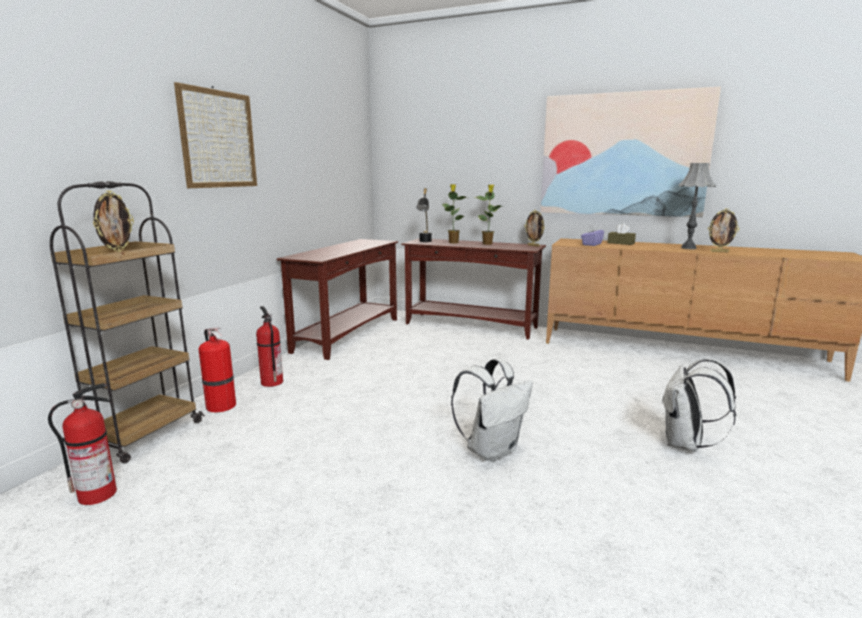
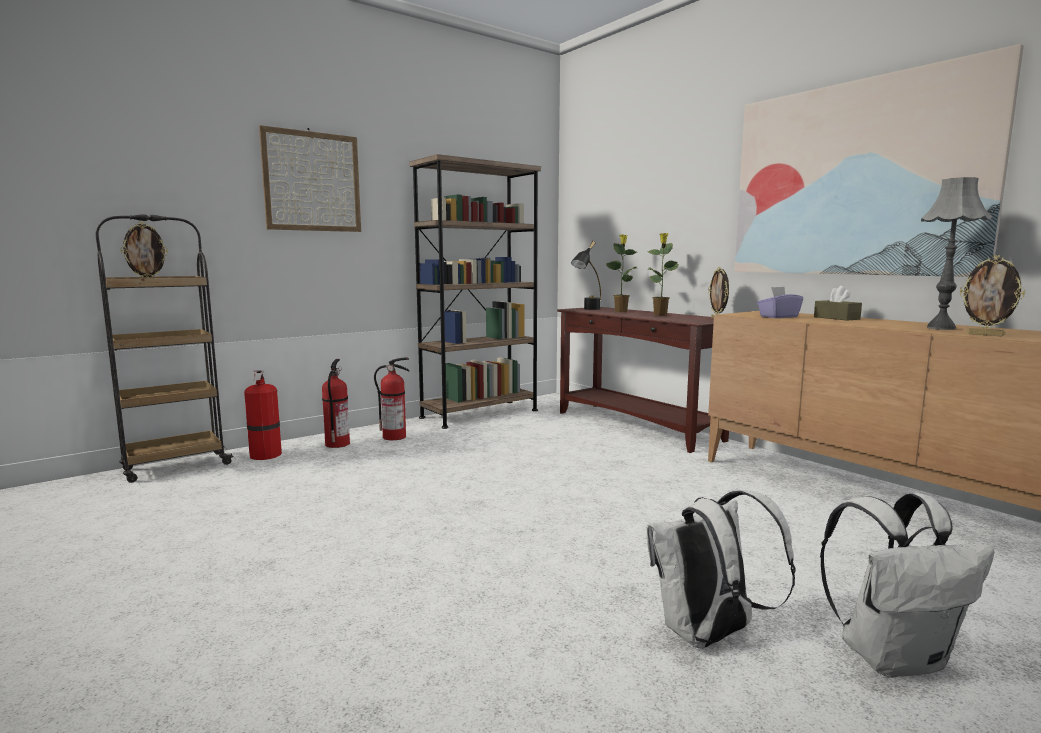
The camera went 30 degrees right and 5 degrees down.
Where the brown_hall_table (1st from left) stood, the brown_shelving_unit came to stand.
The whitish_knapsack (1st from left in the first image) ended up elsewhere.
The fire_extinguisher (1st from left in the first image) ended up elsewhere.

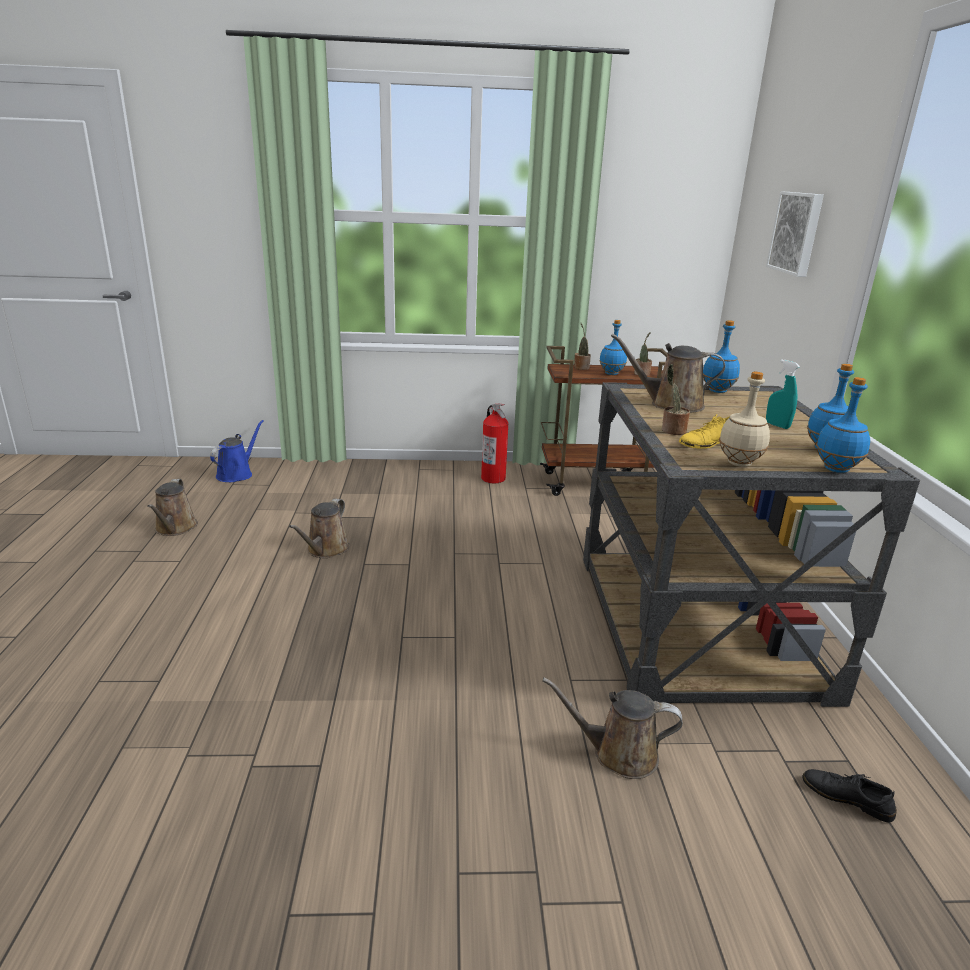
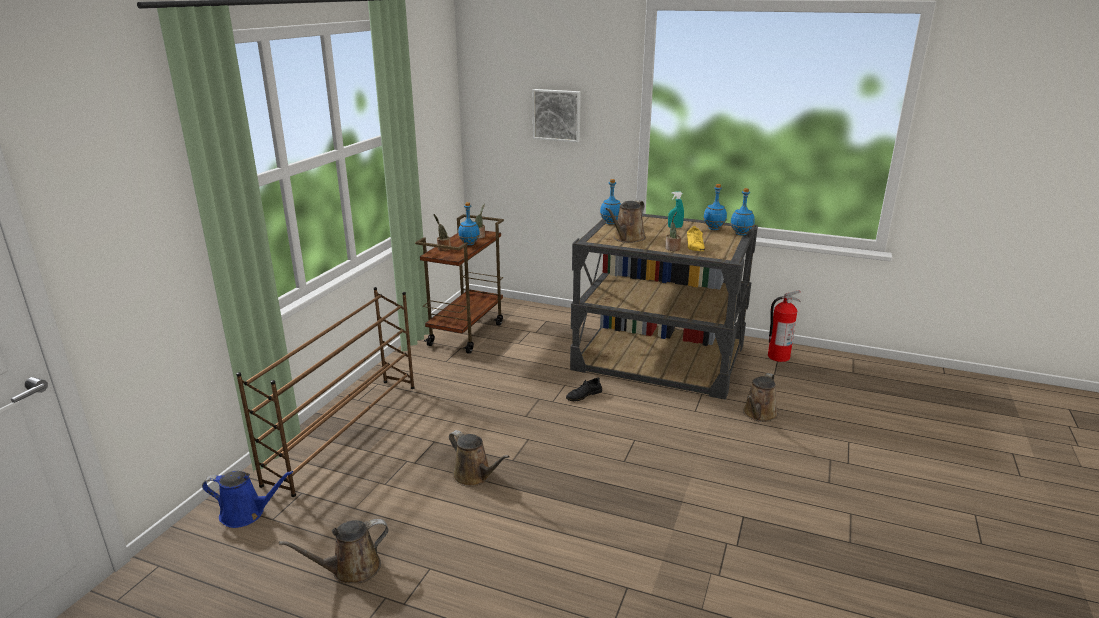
The camera went 65 degrees left and 0 degrees up.
The second view lost the sand-coloured_beverage_bottle.
The fire_extinguisher ended up elsewhere.
The blue_watering_pot ended up facing another way, 135 degrees clockwise from before.
The brown_watering_pot (1st from left) ended up facing another way, 135 degrees clockwise from before.
The blackish_shoe ended up elsewhere.
The second view gained the brown_shoe_rack.

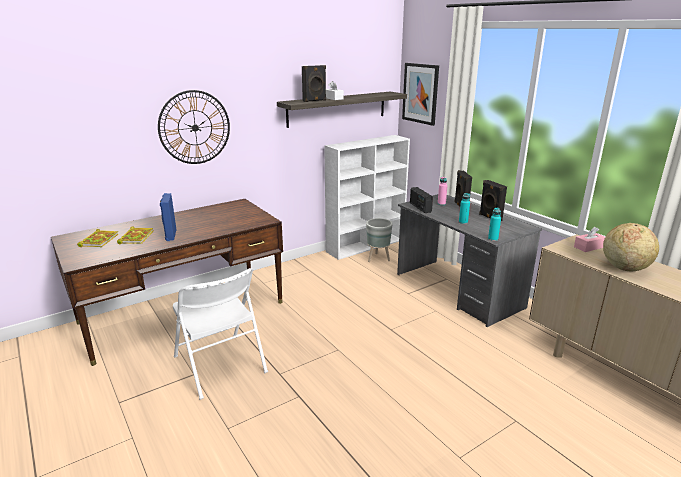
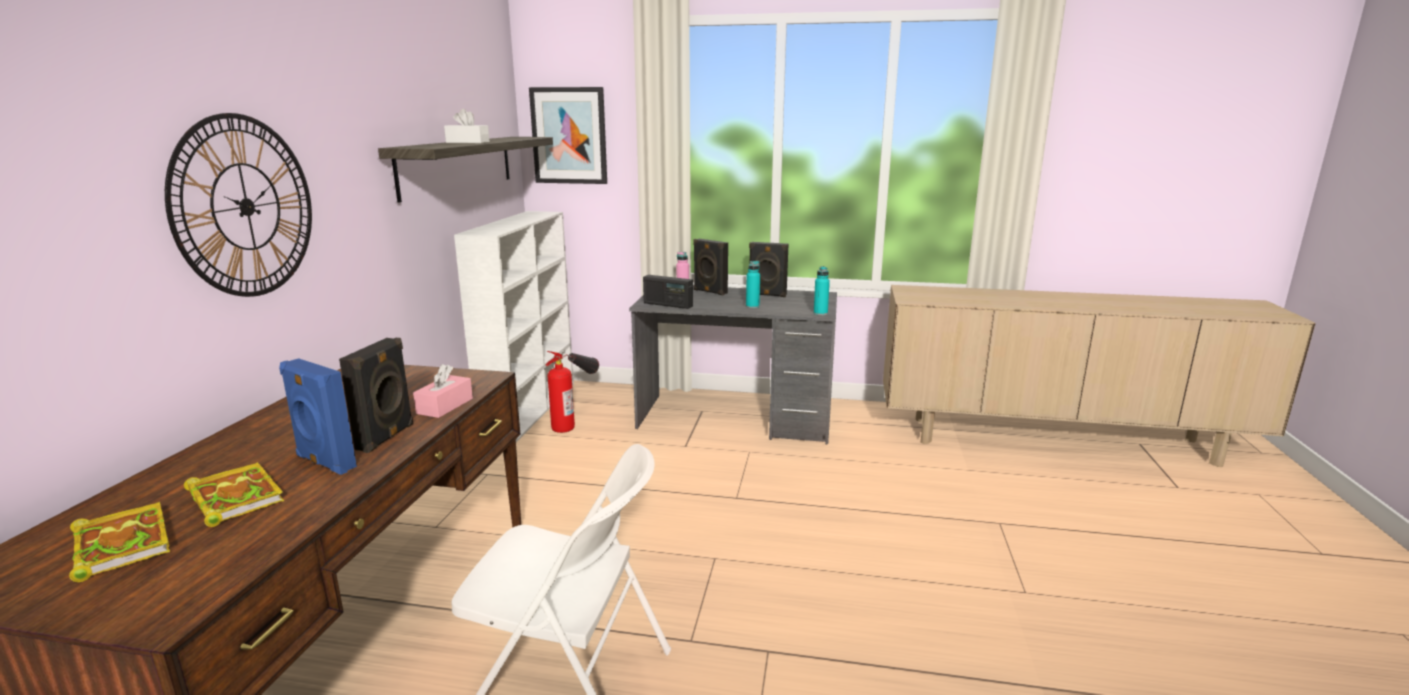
The camera went 45 degrees left and 5 degrees down.
The blackish_loudspeaker (1st from left) ended up elsewhere.
Where the gray_plant_pot stood, the fire_extinguisher came to stand.
The second view lost the globe.
The pinkish_tissue_holder ended up elsewhere.

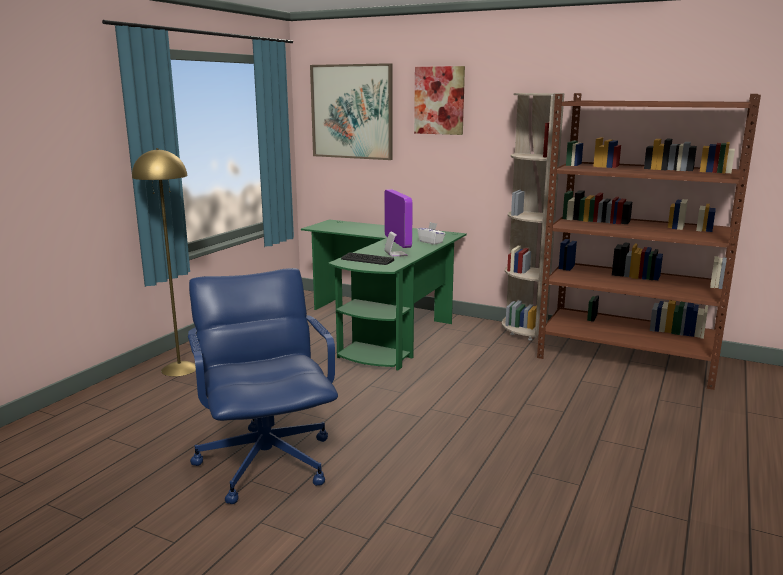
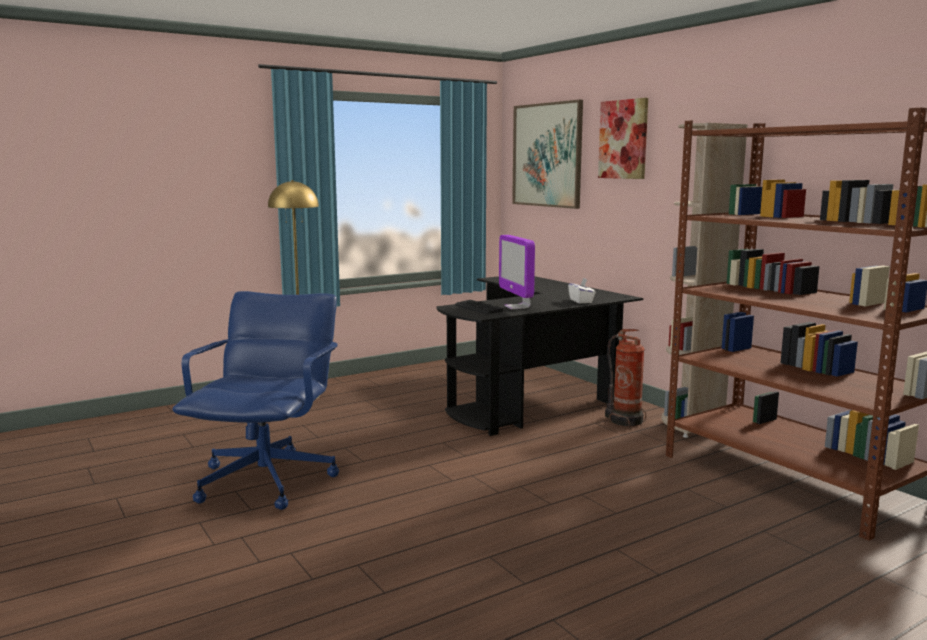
The camera went 30 degrees right and 5 degrees down.
The monitor ended up facing another way, 150 degrees clockwise from before.
What was the greenish_desk_table turned into the blackish_desk_table.
The second view gained the fire_extinguisher.

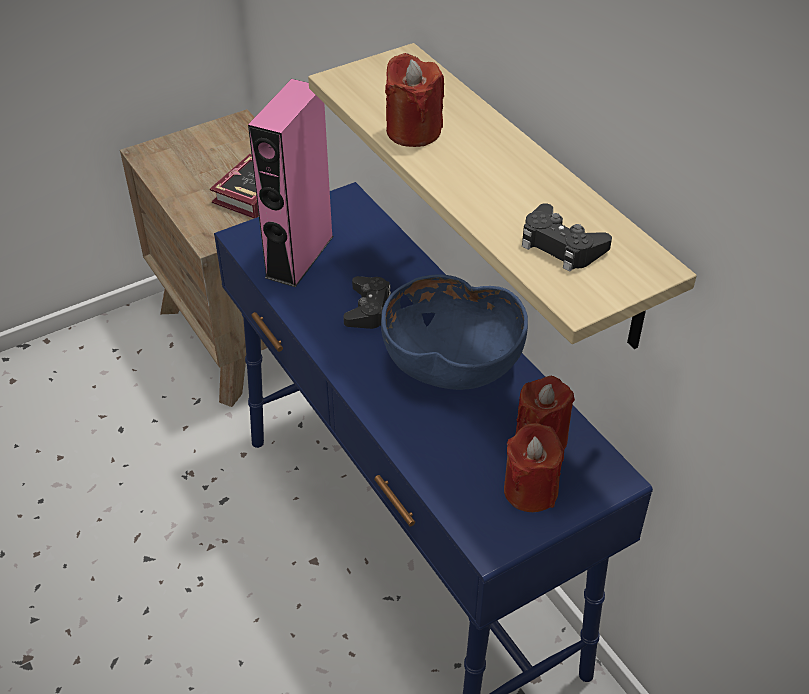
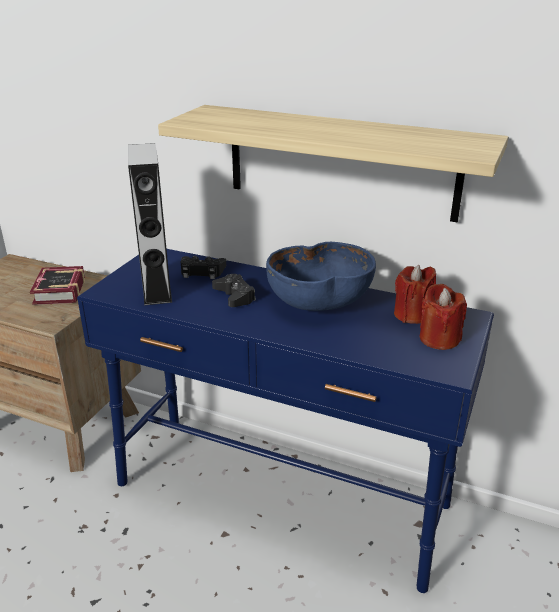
The camera went 35 degrees left and 15 degrees down.
The second view lost the red_candle (1st from left).
What was the pinkish_loudspeaker turned into the gray_loudspeaker.
The blackish_joypad (2nd from left in the first image) ended up elsewhere.

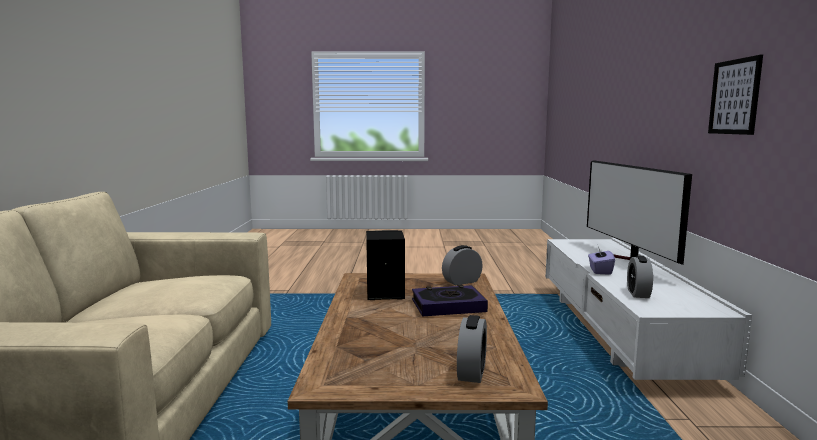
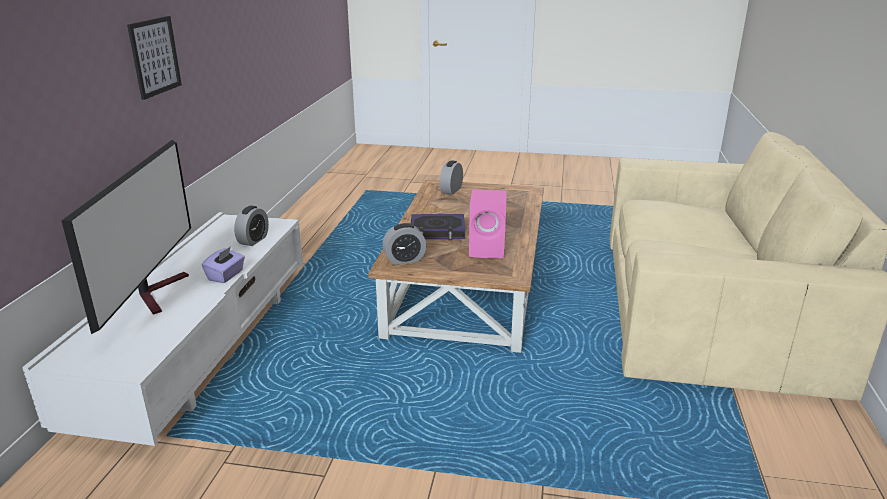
The camera went 170 degrees left and 15 degrees up.
What was the blackish_loudspeaker turned into the pinkish_loudspeaker.

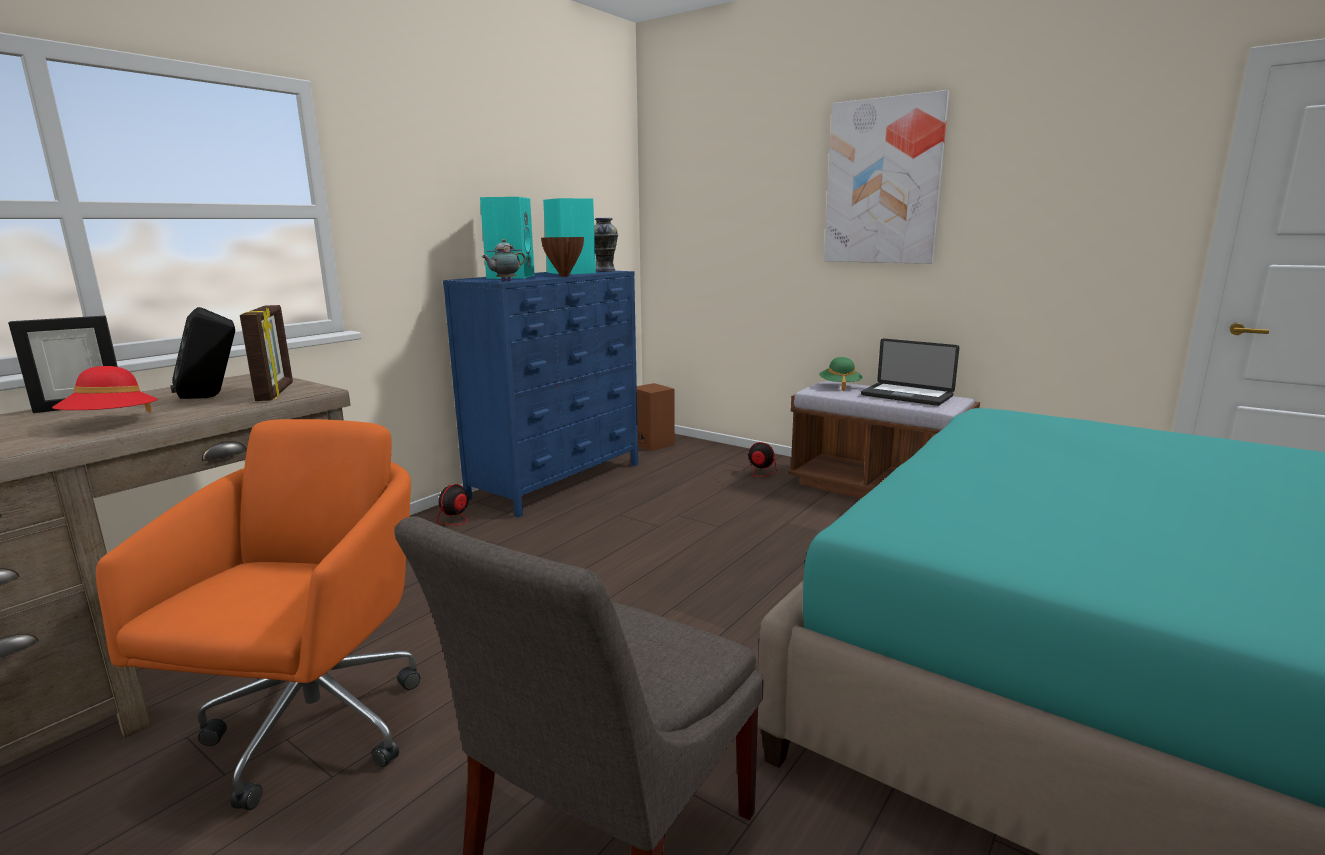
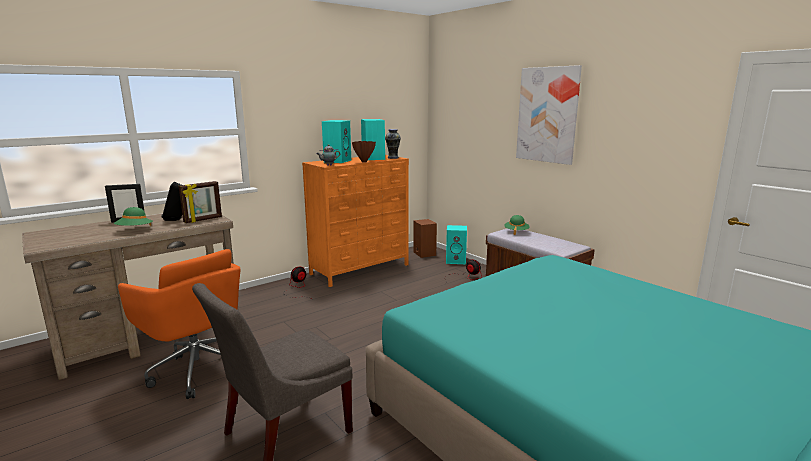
The camera went 15 degrees right and 0 degrees up.
What was the blue_drawer_chest turned into the orange_drawer_chest.
The picture_frame (2nd from left) ended up facing another way, 45 degrees clockwise from before.
The second view lost the notebook_computer.
What was the red_wearable_hat turned into the greenish_wearable_hat (1st from left).
The orange_office_chair ended up facing another way, 105 degrees clockwise from before.
The second view gained the turquoise-coloured_loudspeaker (3rd from left).

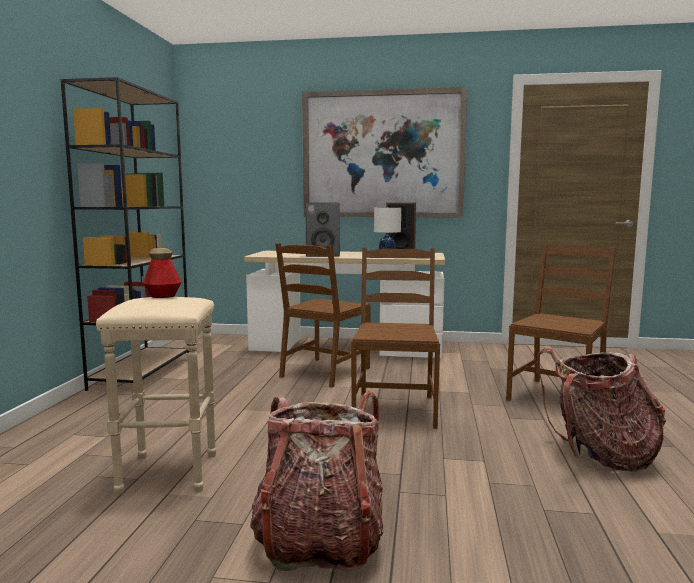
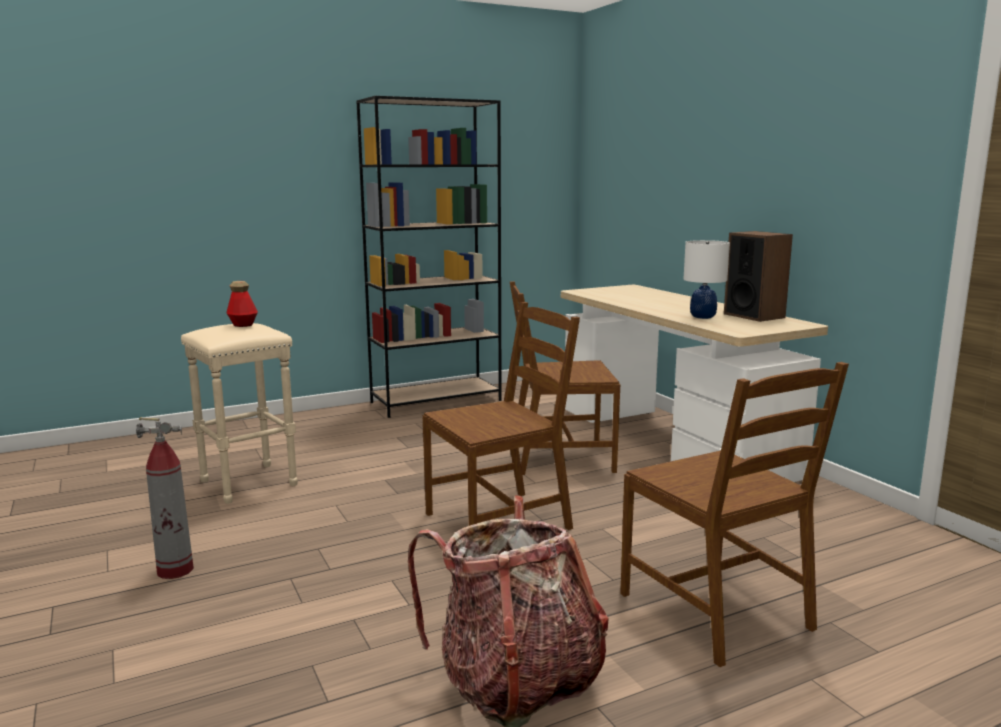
The camera went 55 degrees right and 5 degrees up.
The second view lost the wall_art.
The second view lost the loudspeaker (1st from left).
The brown_chair (3rd from left) ended up facing another way, 60 degrees clockwise from before.
Where the knapsack (1st from left) stood, the fire_extinguisher came to stand.

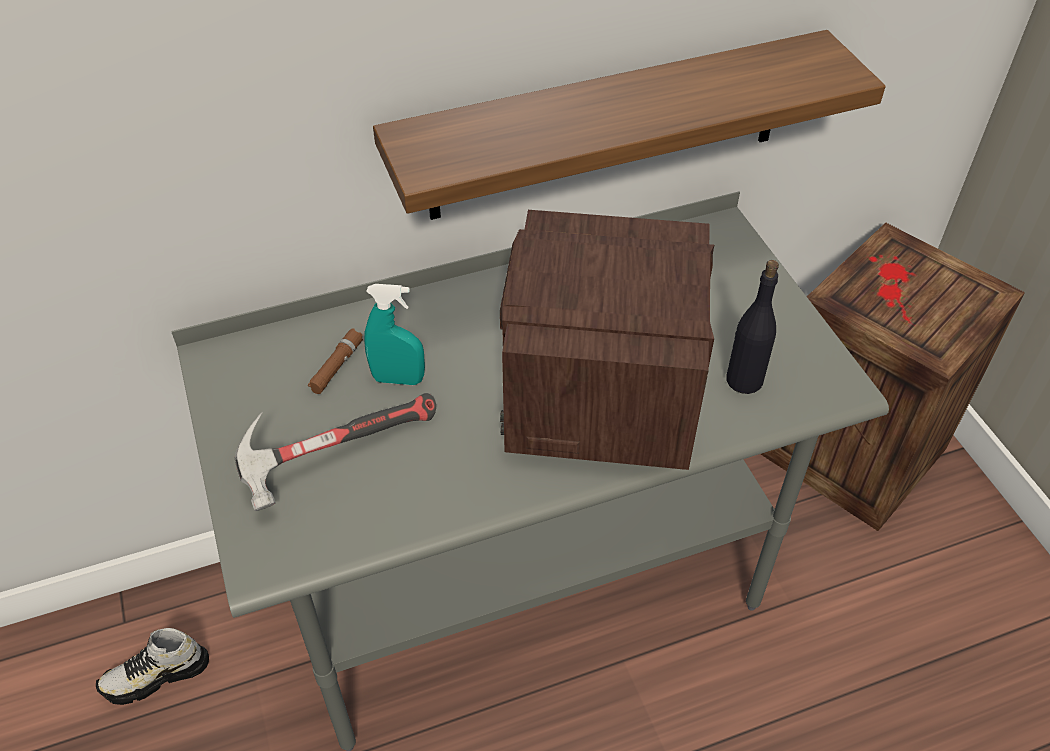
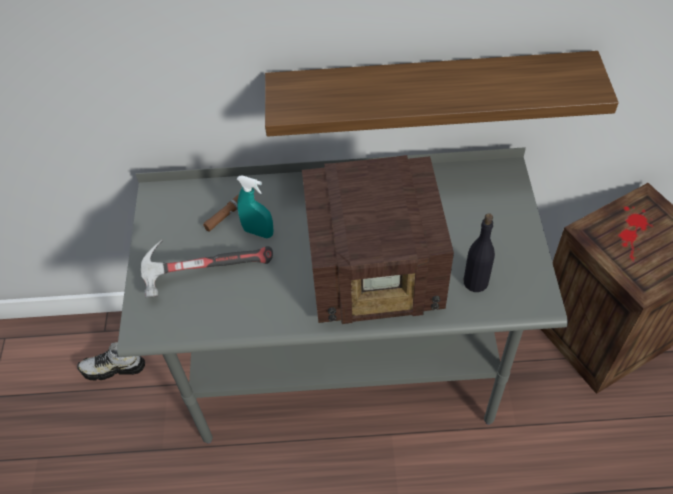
The camera went 20 degrees right and 5 degrees up.
The radio ended up facing another way, 120 degrees counterclockwise from before.

